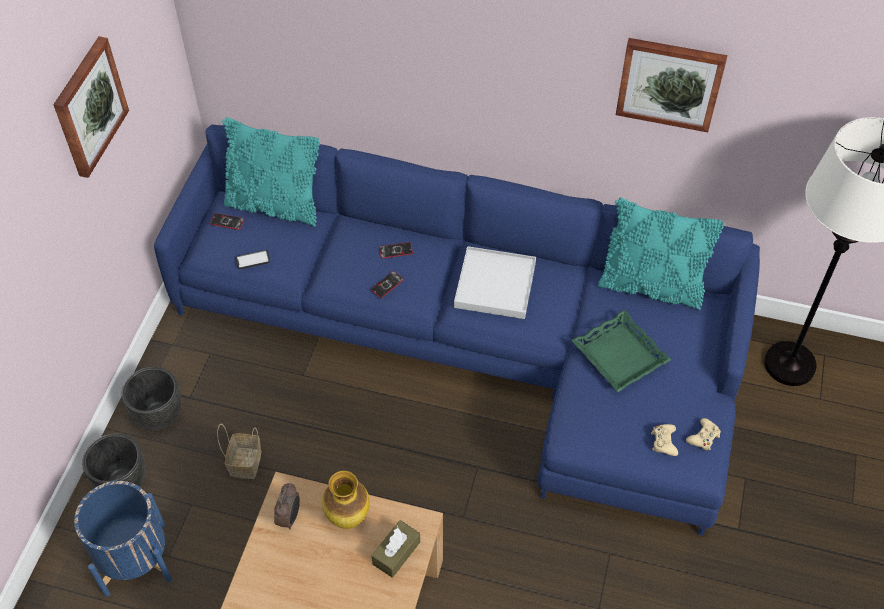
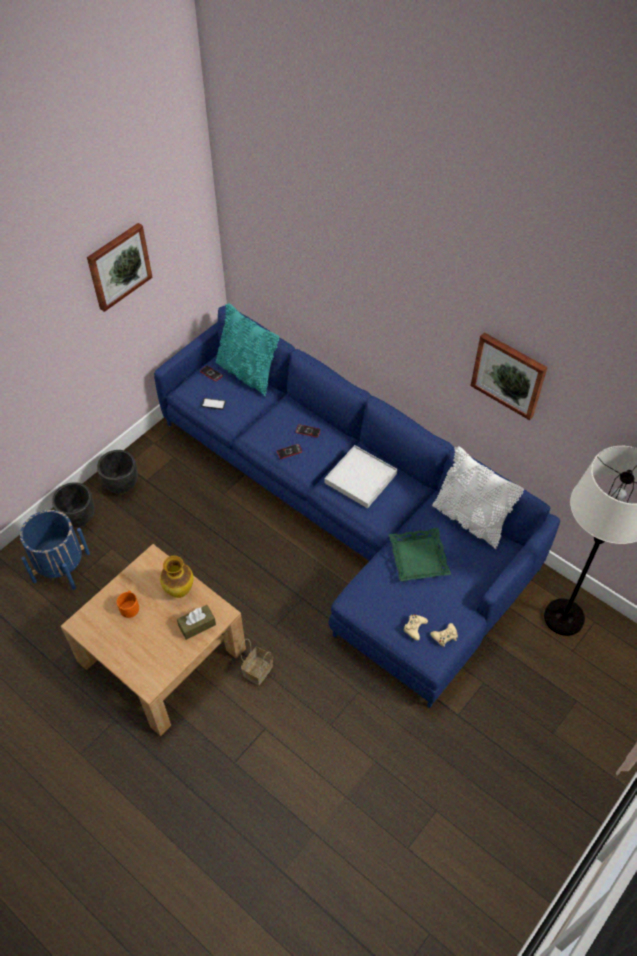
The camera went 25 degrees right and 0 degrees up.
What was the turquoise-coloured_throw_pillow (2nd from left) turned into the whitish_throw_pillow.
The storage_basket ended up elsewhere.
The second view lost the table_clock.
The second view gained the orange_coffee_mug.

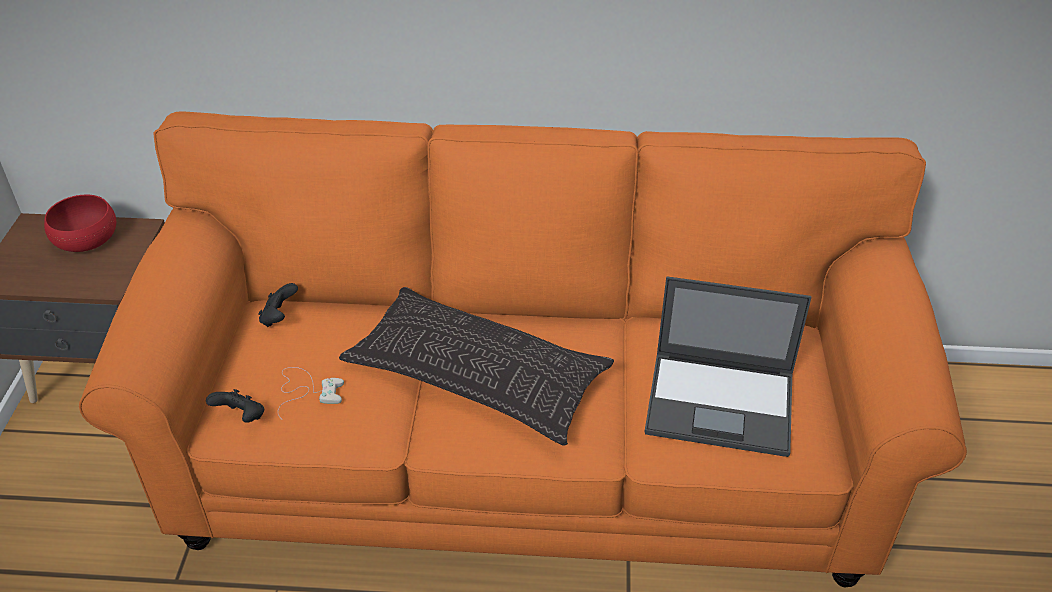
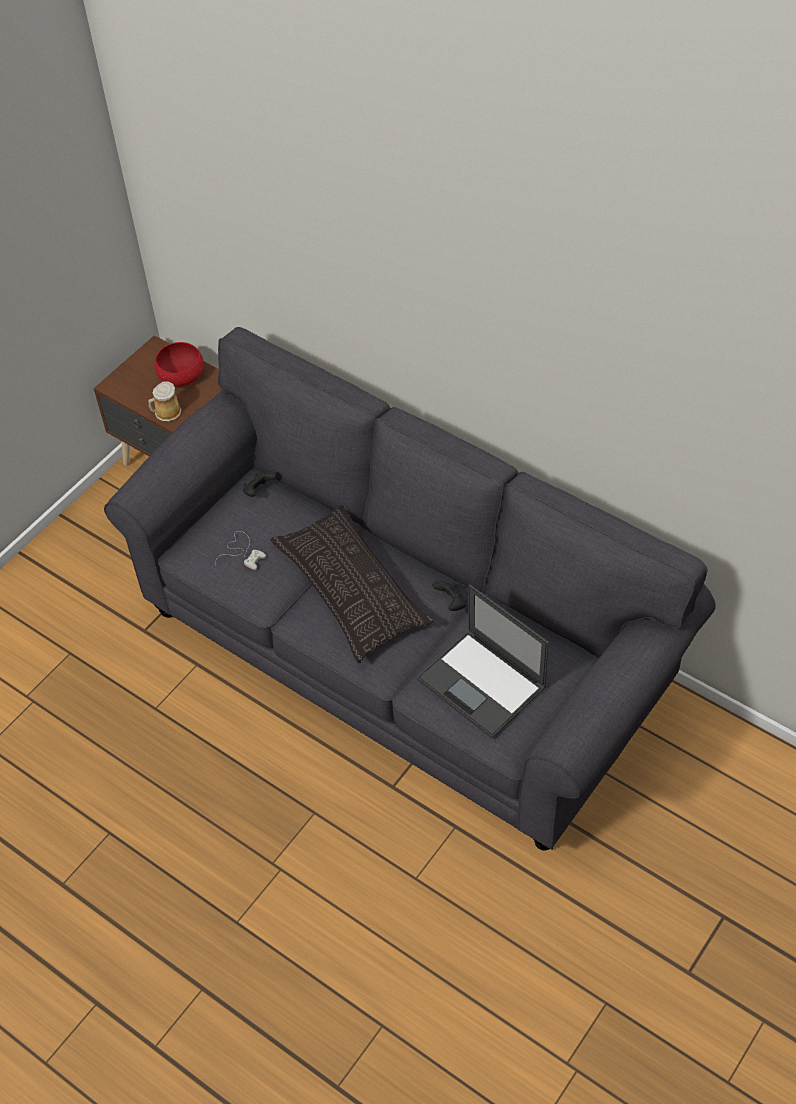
The camera went 35 degrees right and 10 degrees up.
What was the orange_settee turned into the gray_settee.
The blackish_joypad (1st from left in the first image) ended up elsewhere.
The second view gained the coffee_mug.

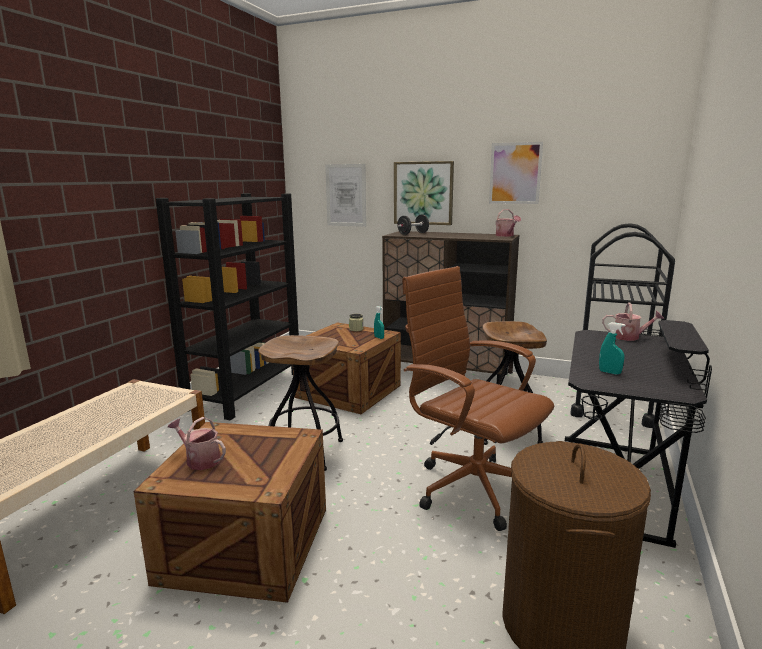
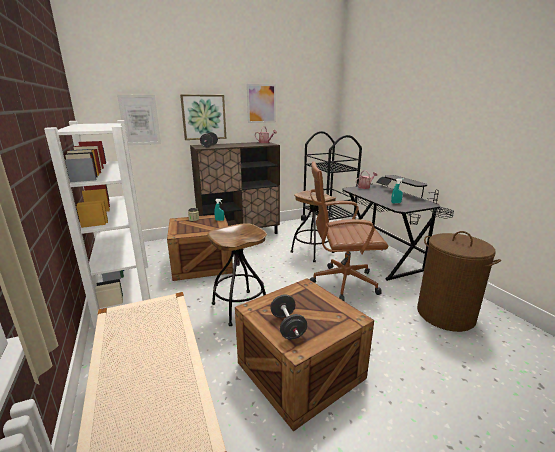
The camera went 45 degrees left and 5 degrees up.
What was the blackish_shelving_unit turned into the whitish_shelving_unit.
Where the watering_pot (1st from left) stood, the blackish_hand_weight (2nd from left) came to stand.

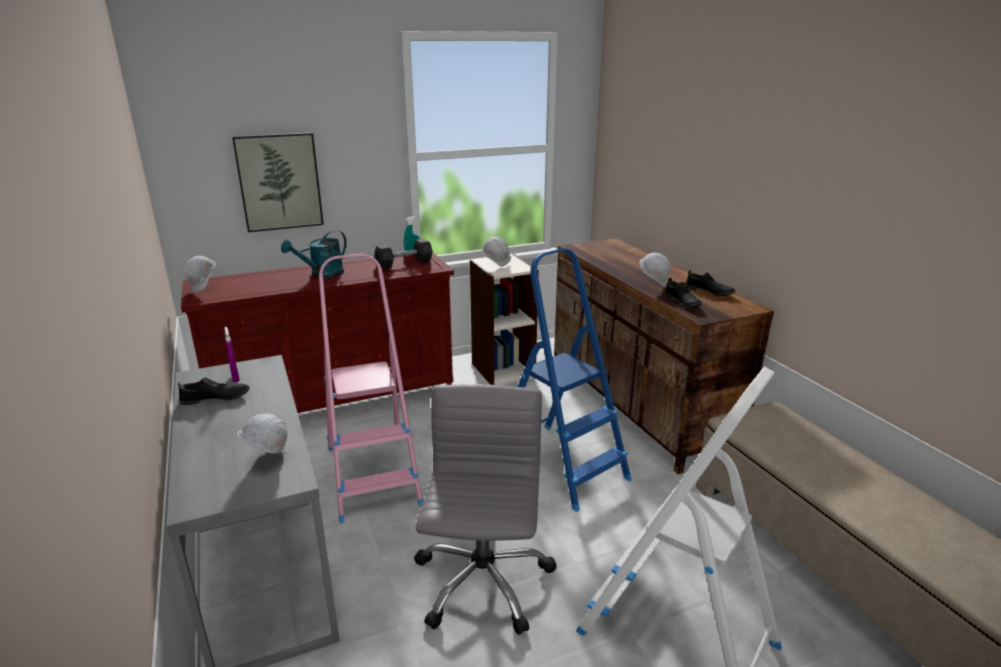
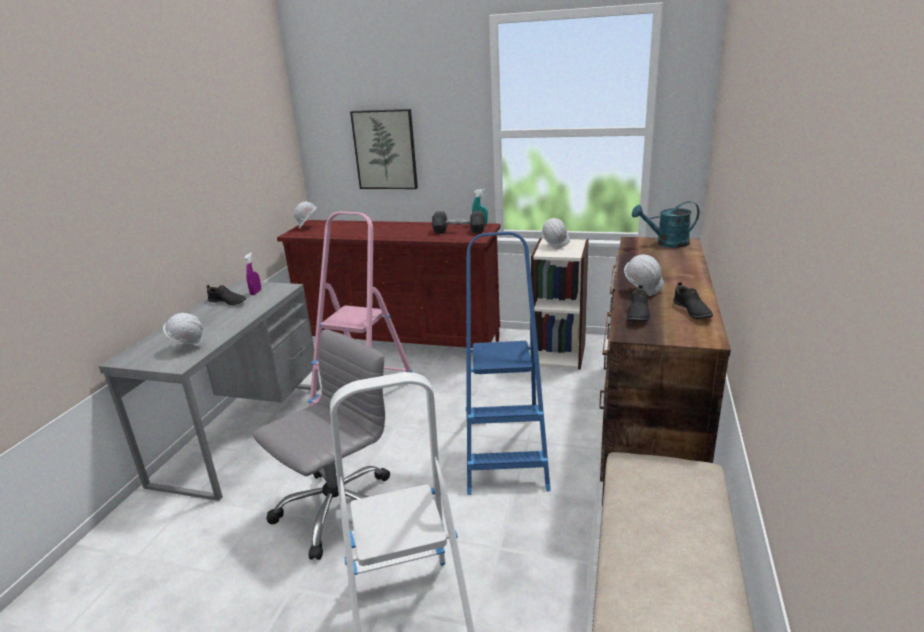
The camera went 40 degrees right and 0 degrees up.
The turquoise-coloured_watering_pot ended up elsewhere.

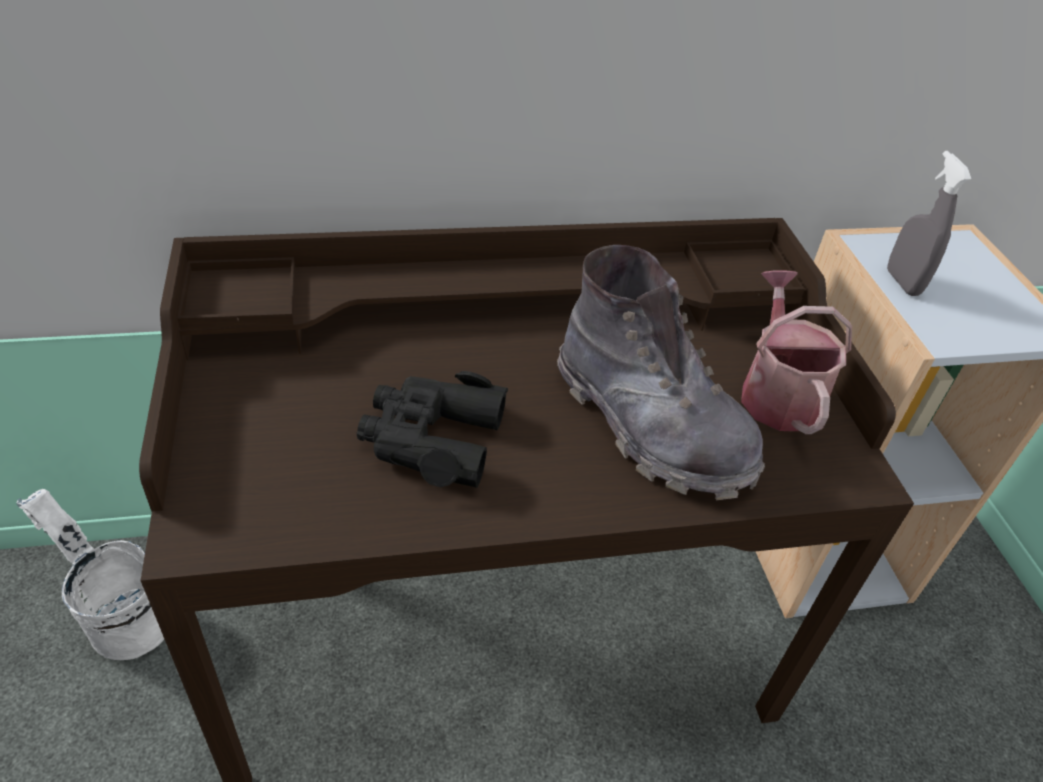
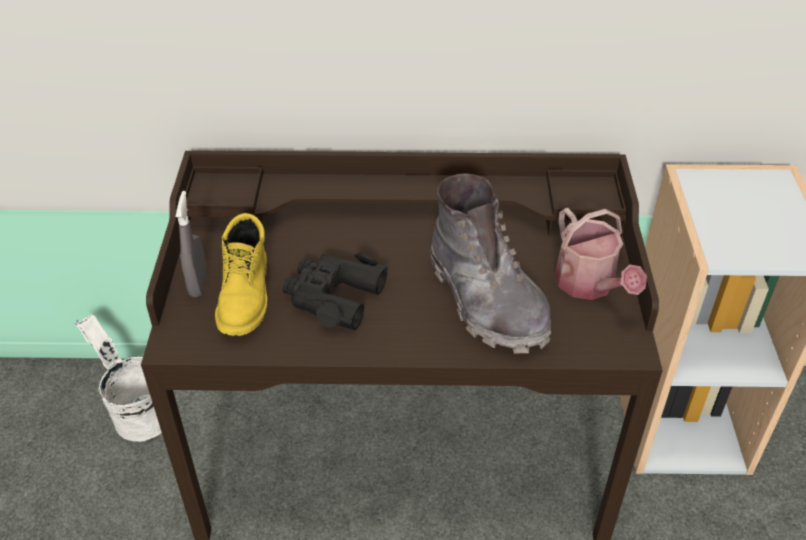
The camera went 15 degrees right and 0 degrees up.
The gray_hand_sprayer ended up elsewhere.
The watering_pot ended up facing another way, 150 degrees clockwise from before.
The second view gained the yellow_high-top_boot.

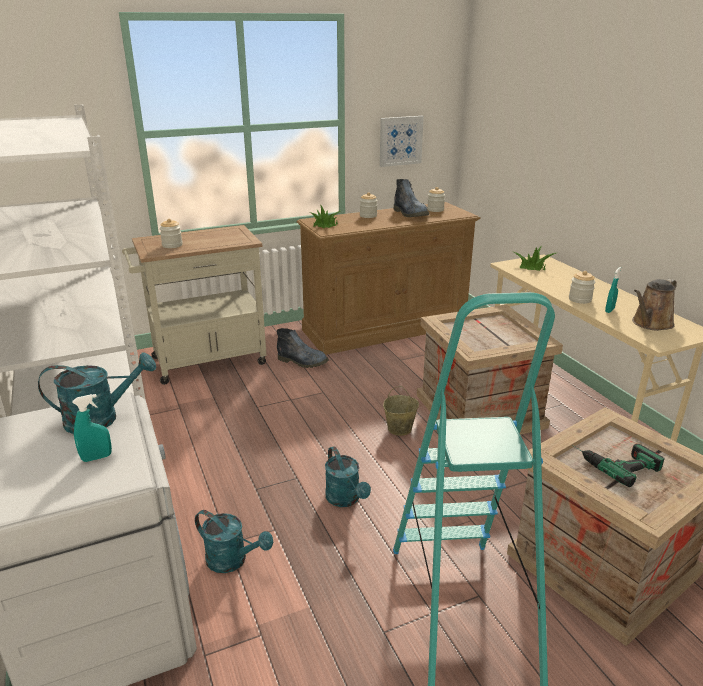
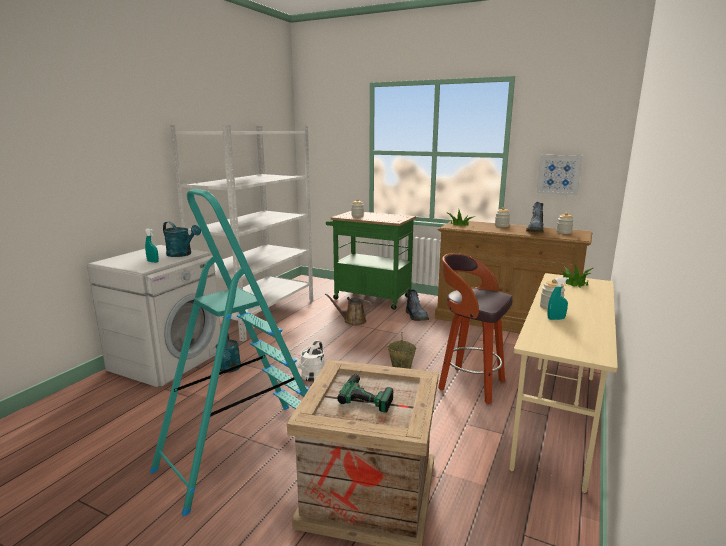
The camera went 50 degrees right and 10 degrees down.
What was the sand-coloured_trolley turned into the greenish_trolley.
The brown_watering_pot ended up elsewhere.
Where the crate (1st from left) stood, the stool_seat came to stand.
What was the turquoise-coloured_watering_pot (3rd from left) turned into the whitish_watering_pot.

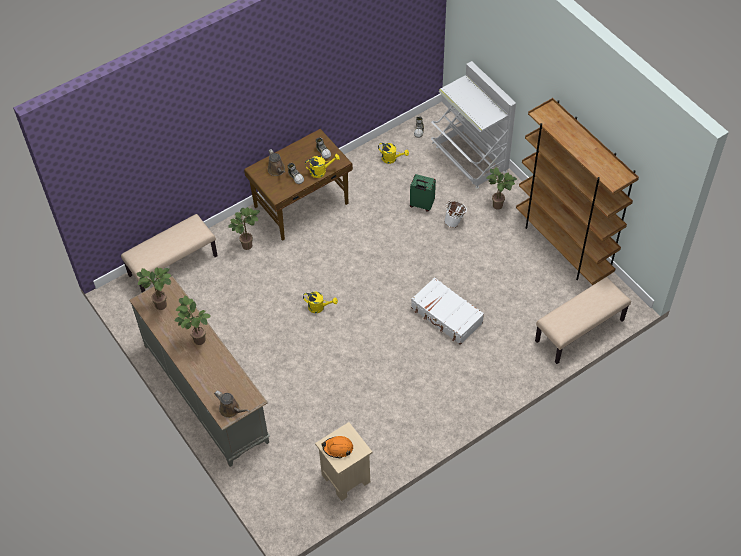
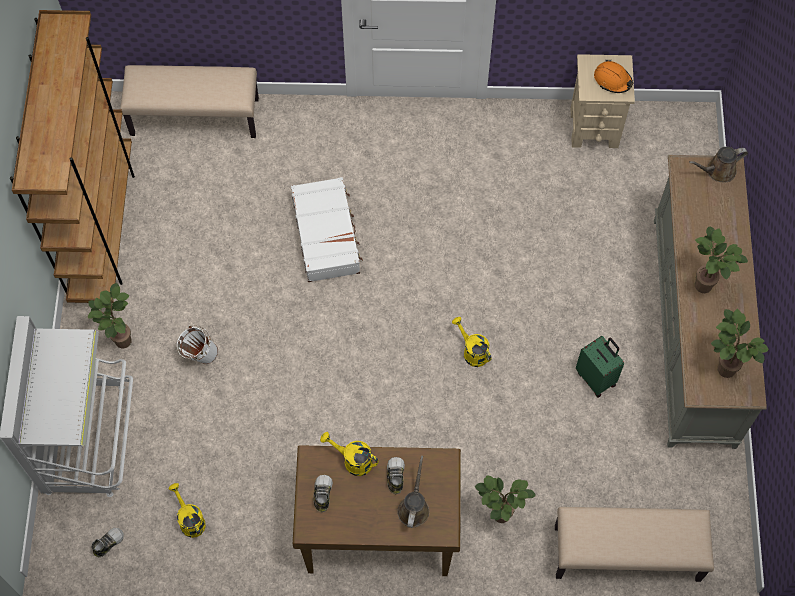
The camera went 145 degrees left and 10 degrees up.
The greenish_piece_of_luggage ended up elsewhere.
The brown_watering_pot (1st from left in the first image) ended up facing another way, 90 degrees counterclockwise from before.

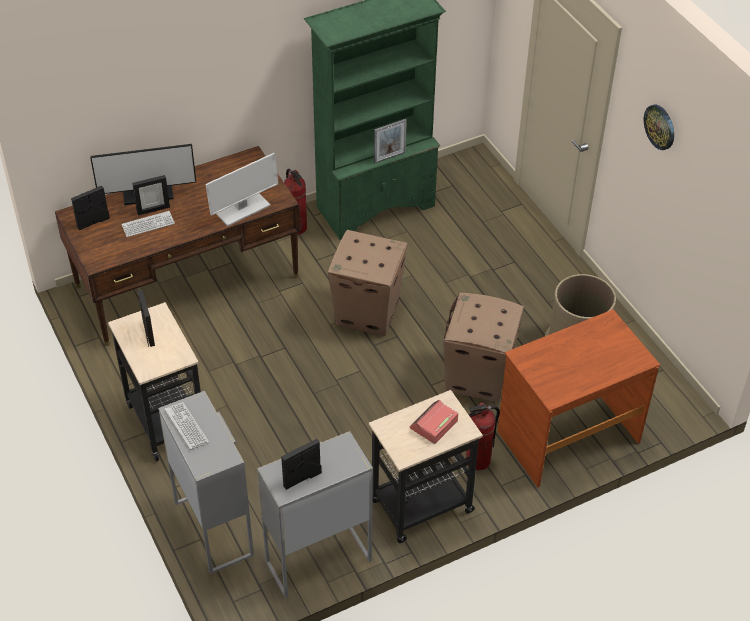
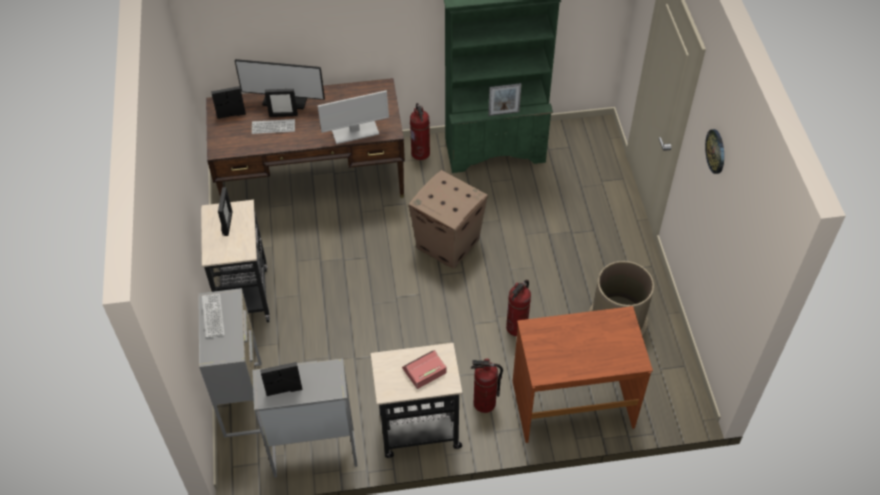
The camera went 20 degrees right and 5 degrees up.
Where the cardboard_box (2nd from left) stood, the fire_extinguisher (3rd from left) came to stand.

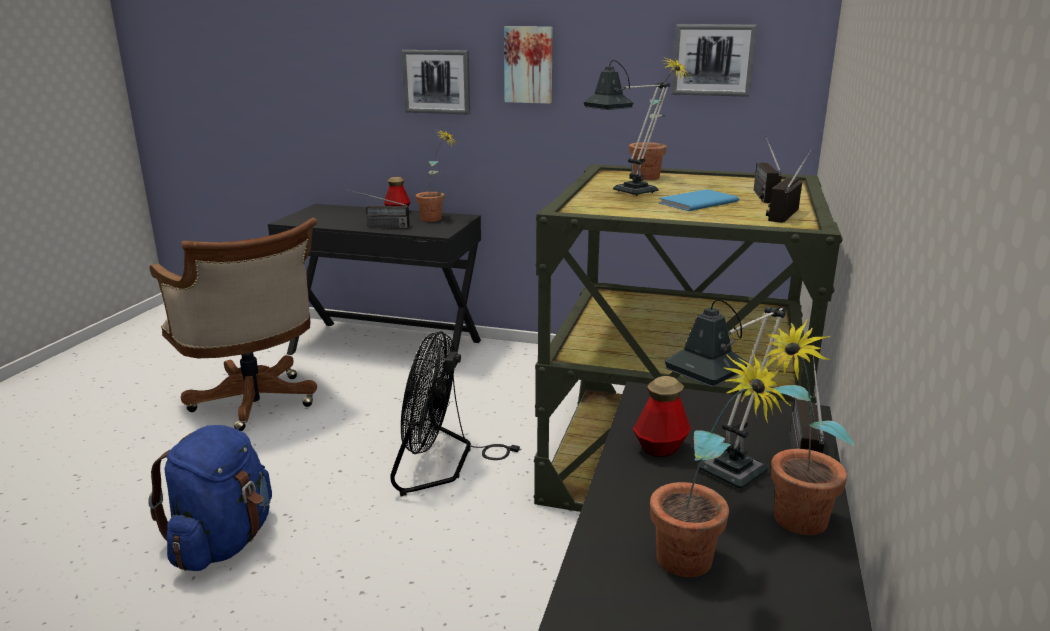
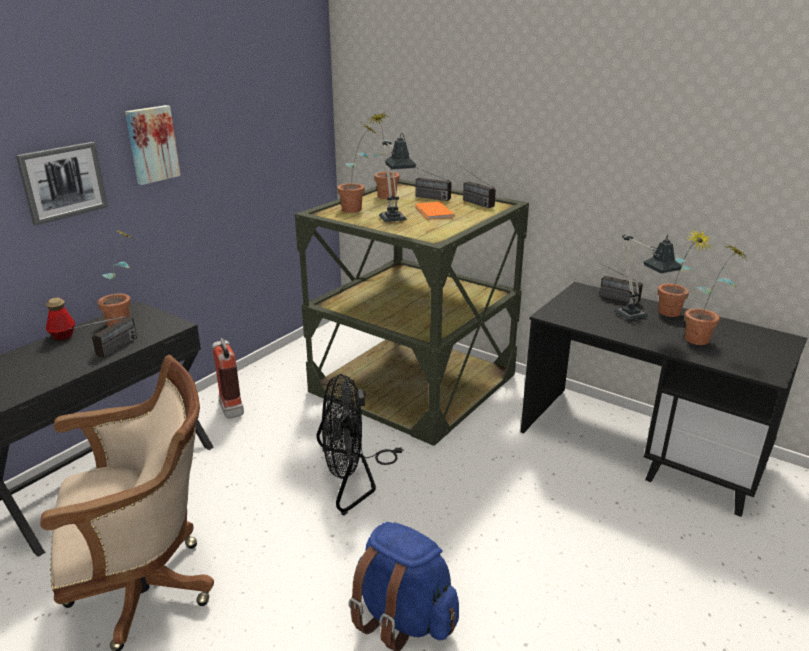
The camera went 70 degrees left and 5 degrees up.
The second view lost the wall_art (3rd from left).
What was the blue_book turned into the orange_book.
The blackish_electric_fan ended up facing another way, 45 degrees clockwise from before.
The second view lost the beverage_bottle (2nd from left).
The second view gained the houseplant (3rd from left).
The second view gained the fire_extinguisher.

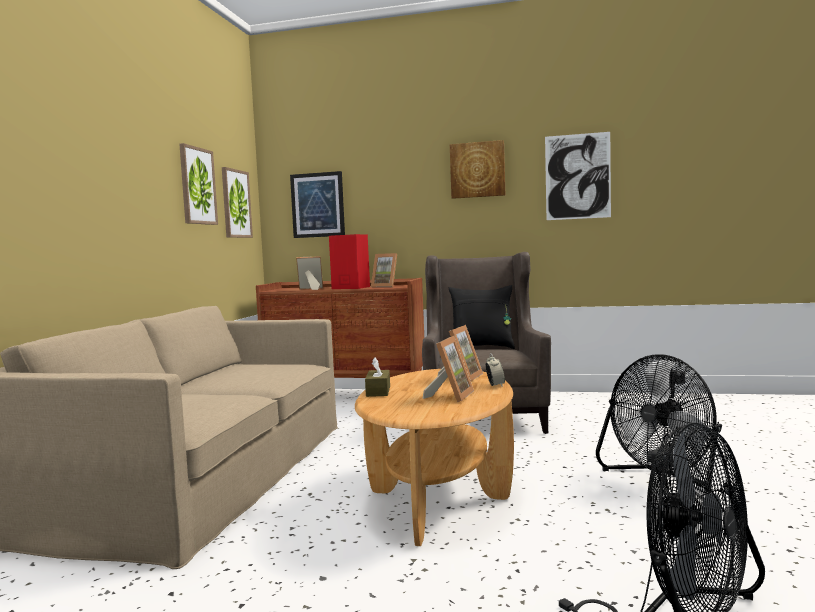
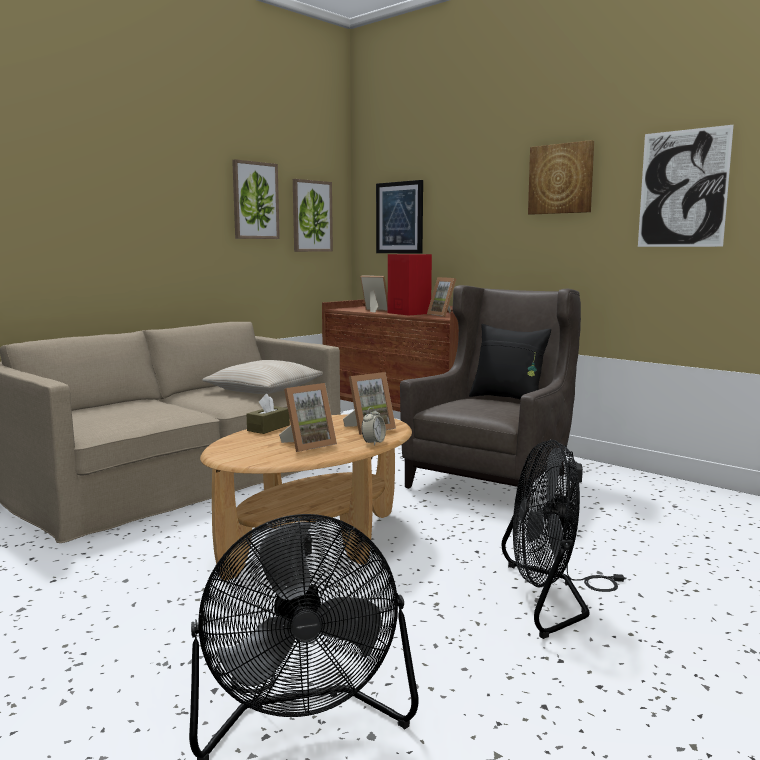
The camera went 30 degrees right and 5 degrees up.
The second view gained the sand-coloured_throw_pillow.

